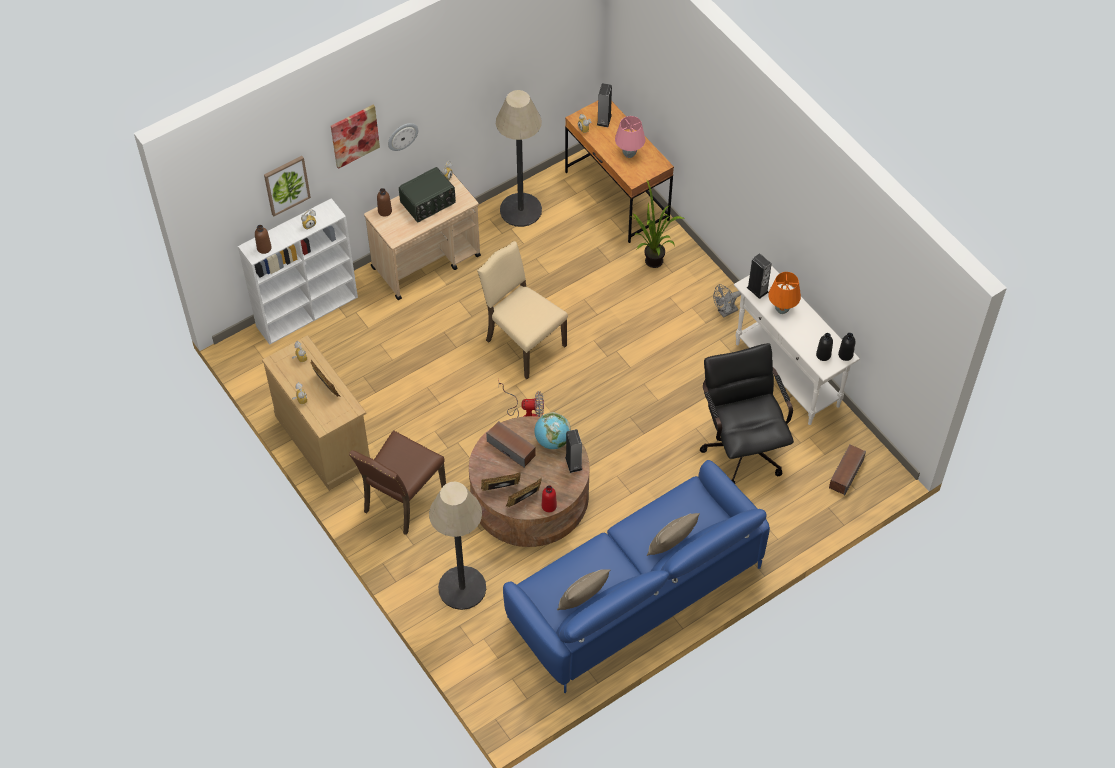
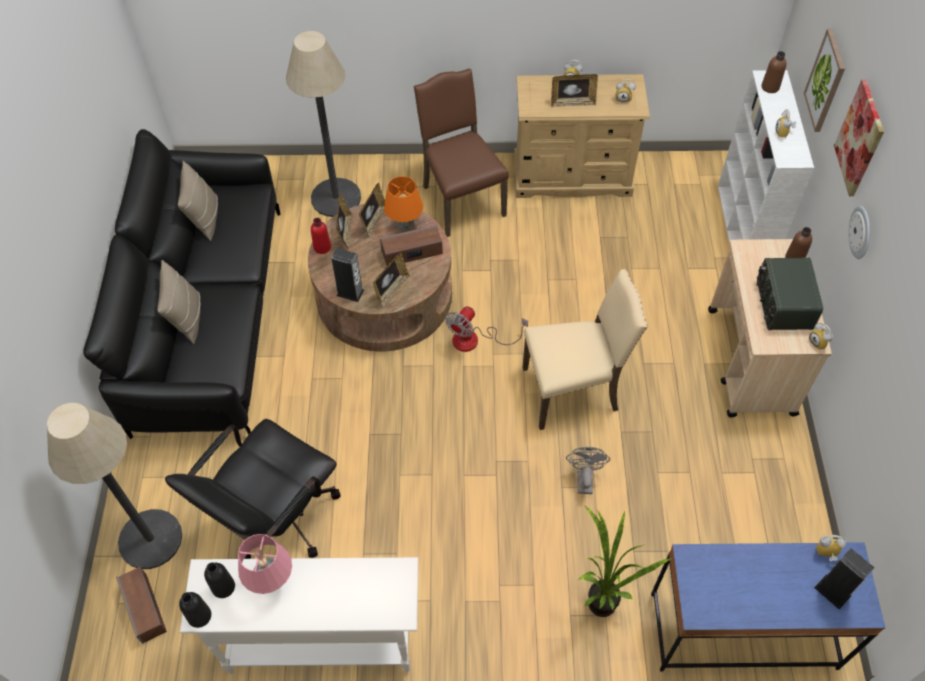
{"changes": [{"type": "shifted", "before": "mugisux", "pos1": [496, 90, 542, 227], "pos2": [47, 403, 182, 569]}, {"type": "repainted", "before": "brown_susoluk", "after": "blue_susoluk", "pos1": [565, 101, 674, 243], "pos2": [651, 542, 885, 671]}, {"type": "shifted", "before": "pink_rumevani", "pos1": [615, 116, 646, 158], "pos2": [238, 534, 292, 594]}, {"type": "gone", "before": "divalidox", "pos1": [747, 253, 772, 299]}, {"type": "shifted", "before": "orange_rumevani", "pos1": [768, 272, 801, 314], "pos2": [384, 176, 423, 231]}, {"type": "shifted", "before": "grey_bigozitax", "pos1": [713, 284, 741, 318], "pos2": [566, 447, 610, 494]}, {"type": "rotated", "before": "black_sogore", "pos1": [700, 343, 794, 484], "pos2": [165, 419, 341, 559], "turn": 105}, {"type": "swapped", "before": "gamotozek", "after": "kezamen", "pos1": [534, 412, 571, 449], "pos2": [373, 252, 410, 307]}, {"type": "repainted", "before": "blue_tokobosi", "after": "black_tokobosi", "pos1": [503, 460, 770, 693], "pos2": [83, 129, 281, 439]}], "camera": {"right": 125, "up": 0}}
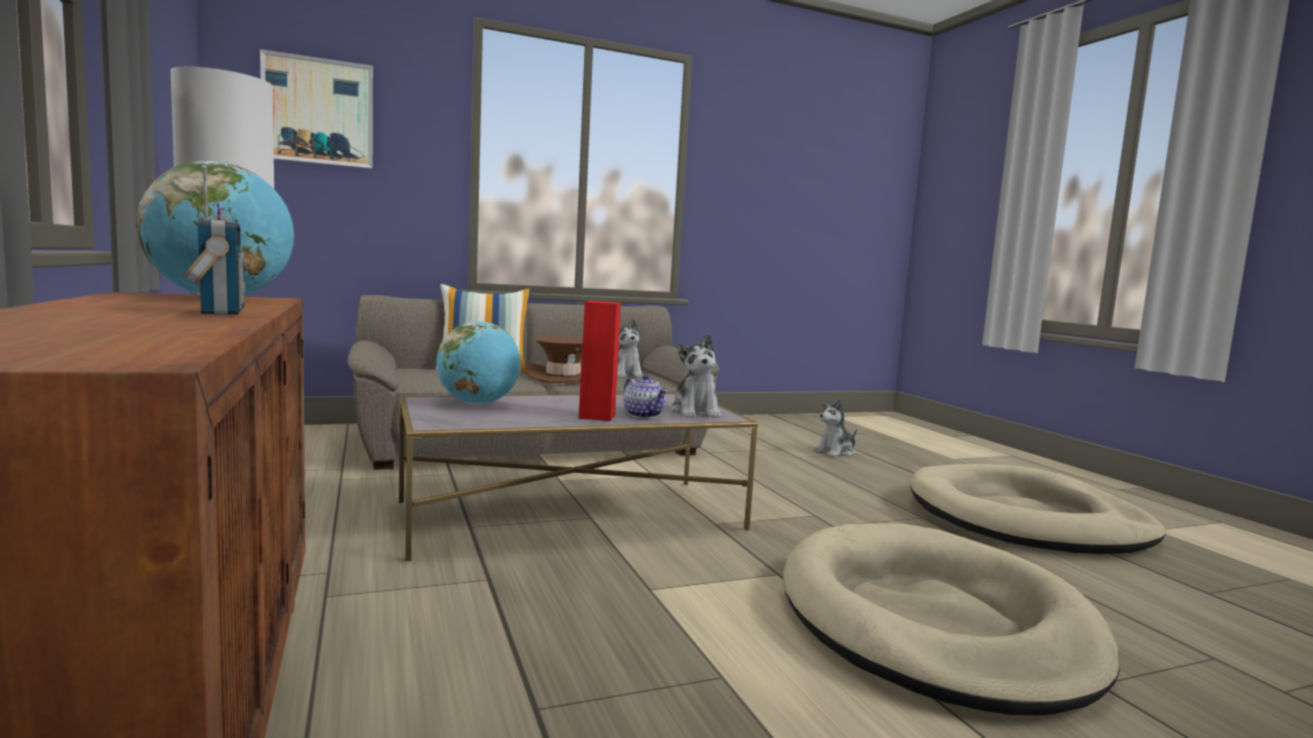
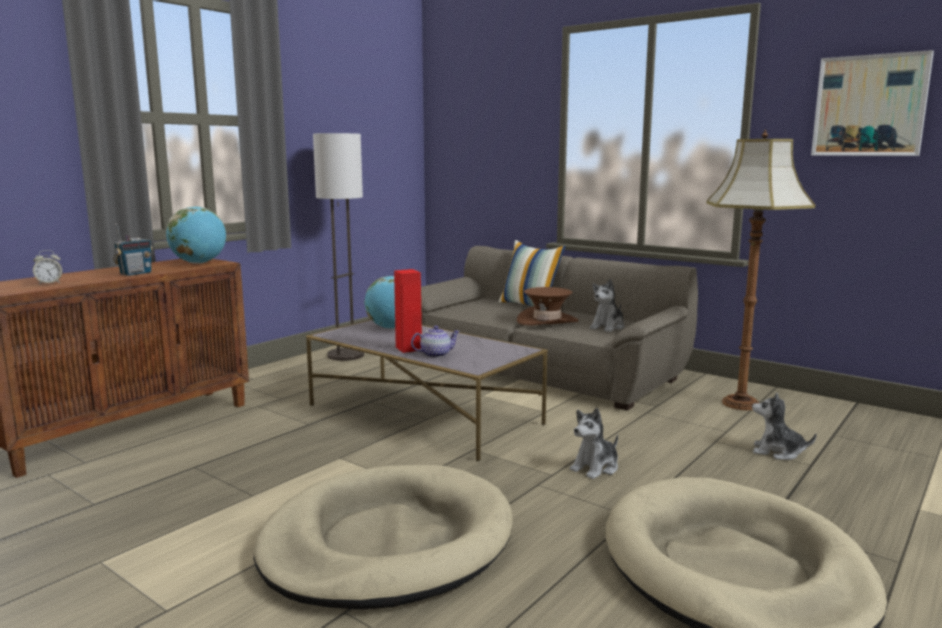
{"changes": [{"type": "shifted", "before": "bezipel", "pos1": [260, 49, 373, 169], "pos2": [811, 50, 934, 156]}, {"type": "shifted", "before": "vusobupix", "pos1": [671, 334, 721, 418], "pos2": [570, 408, 618, 479]}, {"type": "rotated", "before": "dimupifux", "pos1": [623, 374, 668, 418], "pos2": [411, 326, 460, 358], "turn": -135}, {"type": "new", "after": "mugisux", "pos2": [707, 129, 815, 410]}, {"type": "new", "after": "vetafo", "pos2": [33, 250, 63, 285]}], "camera": {"right": 60, "up": 5}}
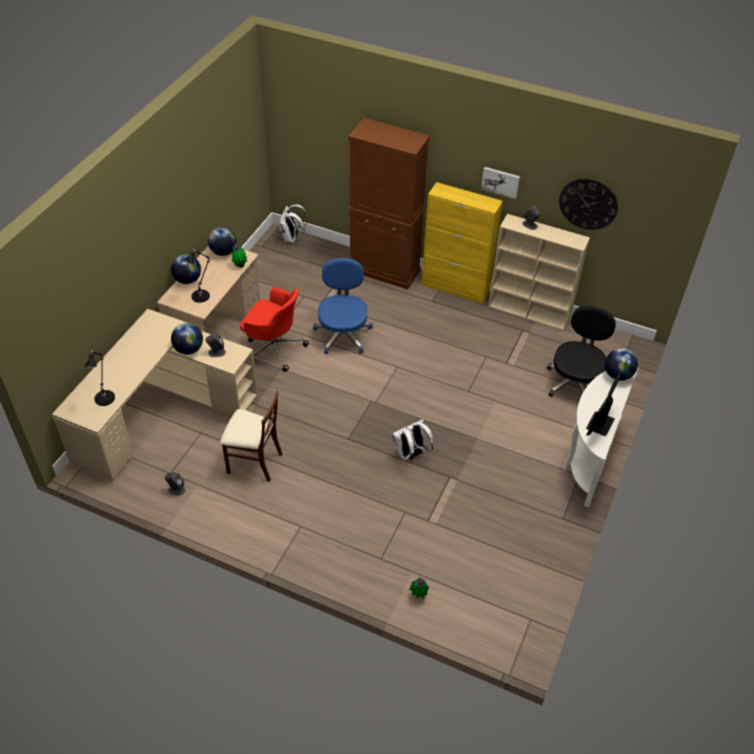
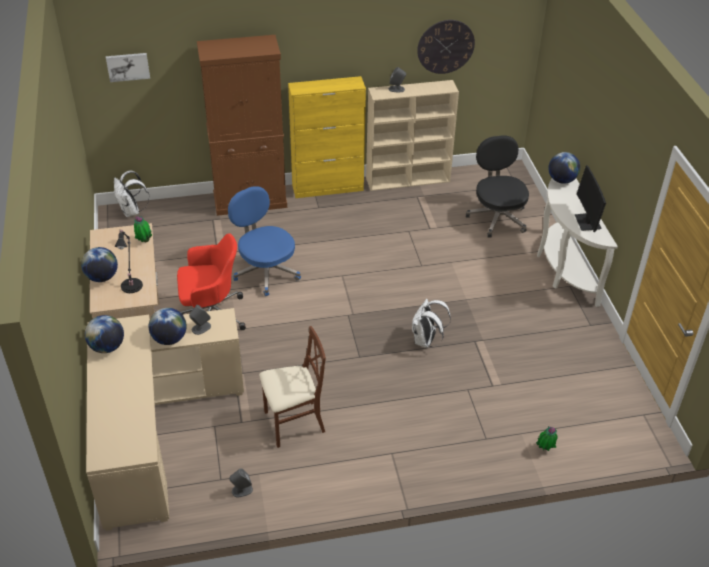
{"changes": [{"type": "shifted", "before": "bezipel", "pos1": [481, 167, 520, 199], "pos2": [106, 53, 150, 82]}, {"type": "shifted", "before": "gamotozek", "pos1": [208, 227, 237, 256], "pos2": [85, 315, 124, 353]}, {"type": "gone", "before": "black_rumevani", "pos1": [85, 350, 115, 406]}], "camera": {"right": -35, "up": -5}}
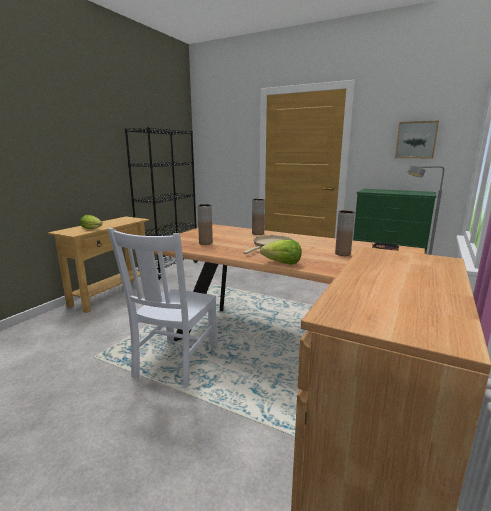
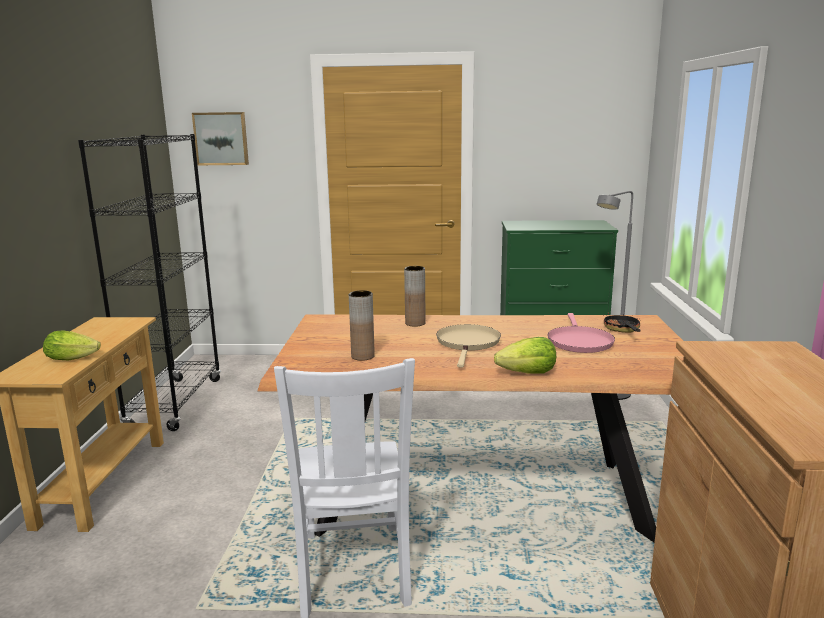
{"changes": [{"type": "shifted", "before": "bezipel", "pos1": [395, 121, 439, 158], "pos2": [192, 112, 249, 165]}, {"type": "swapped", "before": "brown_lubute", "after": "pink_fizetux", "pos1": [335, 210, 355, 256], "pos2": [548, 313, 615, 353]}], "camera": {"right": -25, "up": 0}}
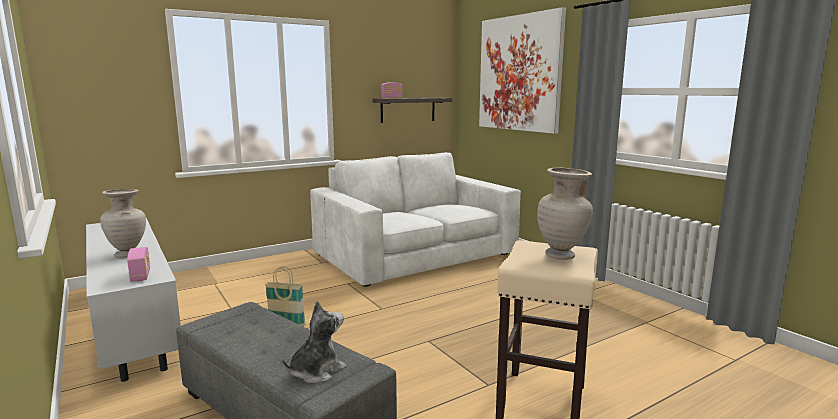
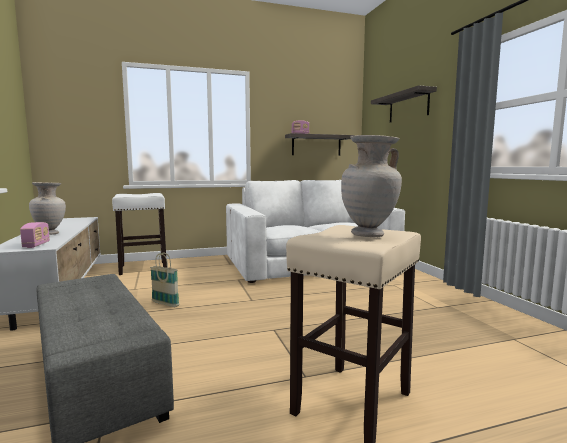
{"changes": [{"type": "swapped", "before": "bezipel", "after": "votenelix", "pos1": [479, 7, 566, 134], "pos2": [371, 85, 437, 123]}, {"type": "gone", "before": "vusobupix", "pos1": [282, 301, 346, 384]}, {"type": "new", "after": "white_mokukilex", "pos2": [112, 193, 167, 275]}], "camera": {"right": 15, "up": -5}}
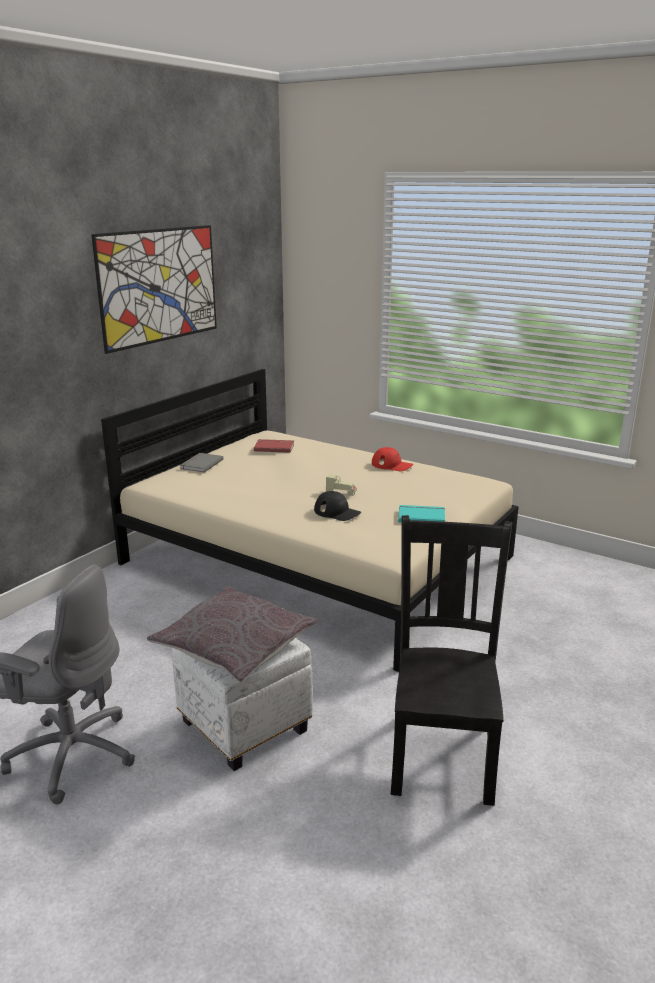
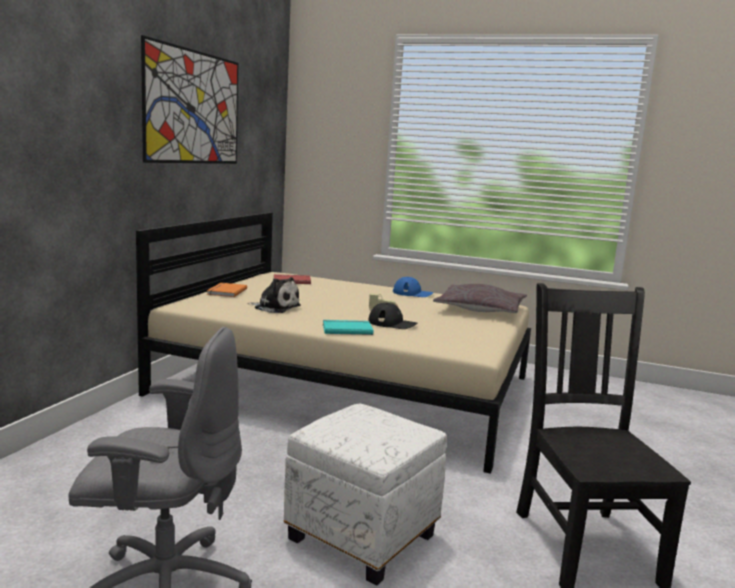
{"changes": [{"type": "repainted", "before": "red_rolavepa", "after": "blue_rolavepa", "pos1": [372, 447, 413, 471], "pos2": [393, 277, 433, 297]}, {"type": "repainted", "before": "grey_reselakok", "after": "orange_reselakok", "pos1": [180, 453, 224, 472], "pos2": [207, 283, 247, 297]}, {"type": "shifted", "before": "turquoise_reselakok", "pos1": [398, 505, 445, 522], "pos2": [323, 320, 373, 335]}, {"type": "shifted", "before": "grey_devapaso", "pos1": [147, 586, 318, 682], "pos2": [433, 284, 527, 313]}, {"type": "new", "after": "vusobupix", "pos2": [247, 277, 301, 313]}], "camera": {"right": -15, "up": -10}}
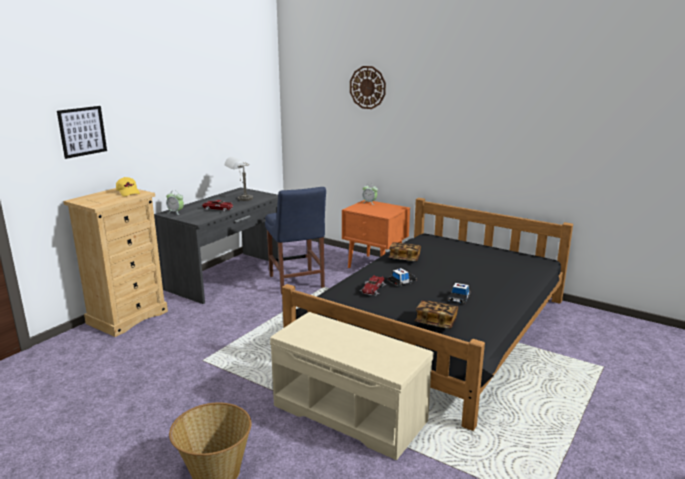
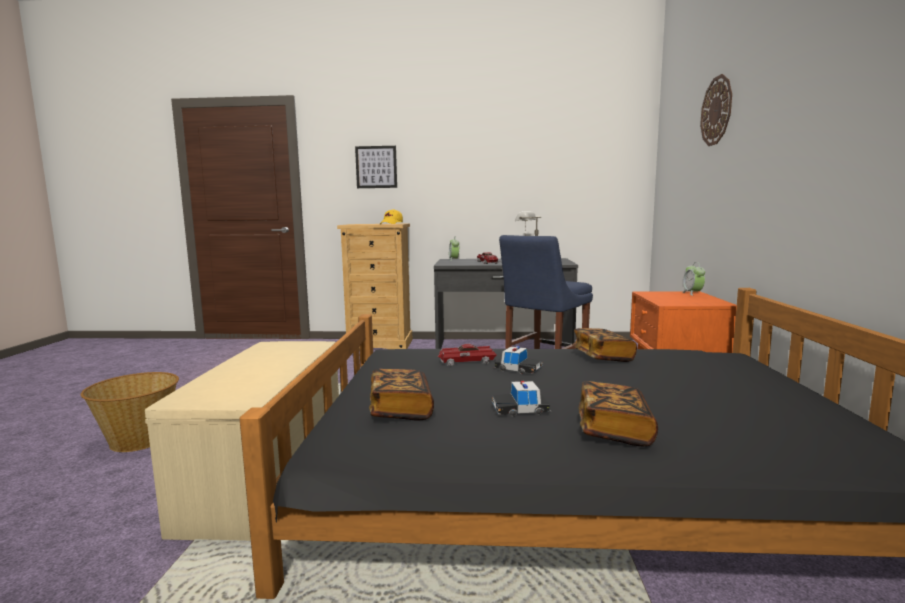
{"changes": [{"type": "new", "after": "reselakok", "pos2": [578, 381, 658, 446]}], "camera": {"right": 60, "up": -10}}
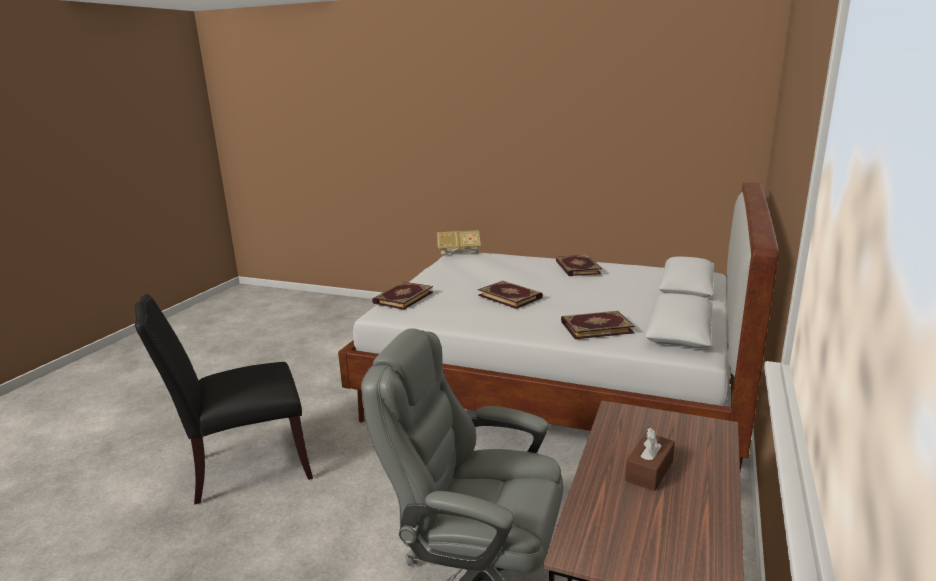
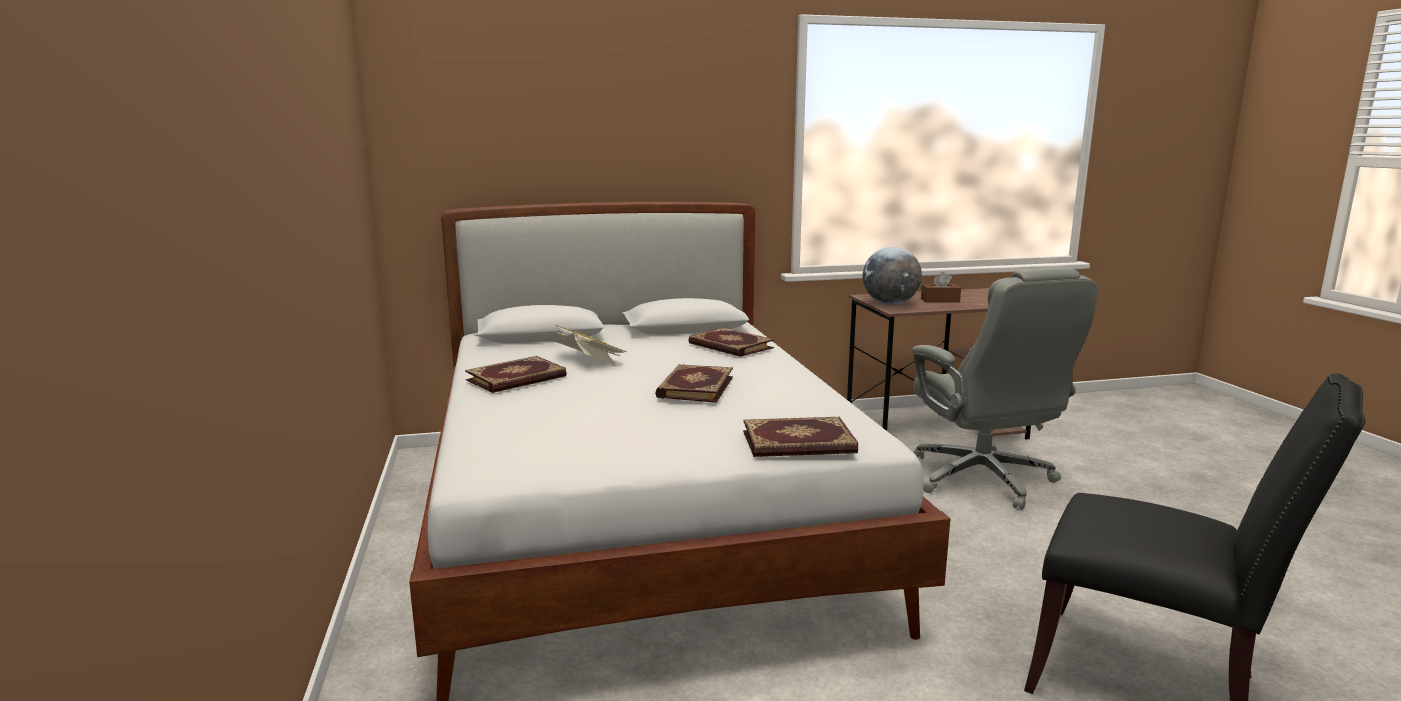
{"changes": [{"type": "shifted", "before": "reselakok", "pos1": [437, 230, 481, 255], "pos2": [554, 325, 627, 365]}, {"type": "new", "after": "gamotozek", "pos2": [863, 247, 922, 305]}], "camera": {"right": -125, "up": -5}}
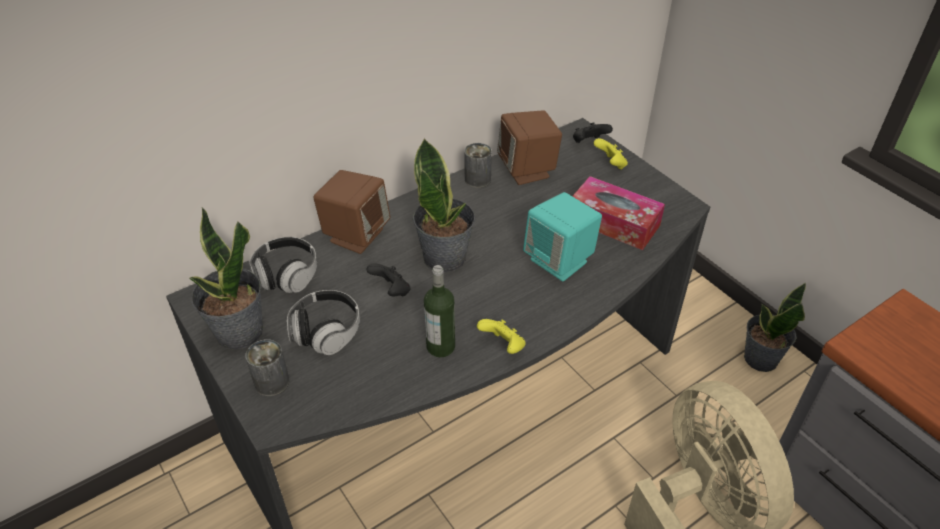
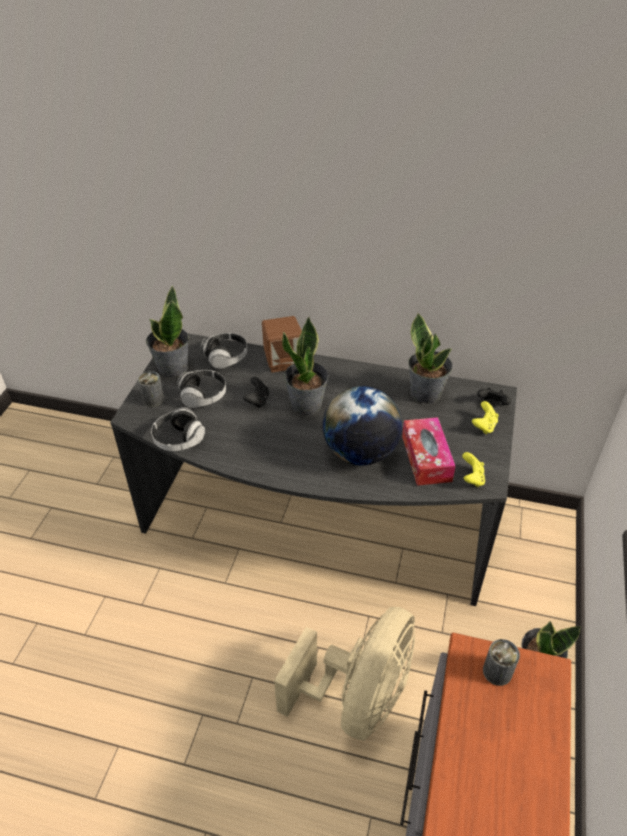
{"changes": [{"type": "swapped", "before": "brown_divalidox", "after": "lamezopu", "pos1": [497, 110, 562, 185], "pos2": [409, 313, 453, 404]}, {"type": "shifted", "before": "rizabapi", "pos1": [464, 143, 492, 188], "pos2": [483, 639, 520, 686]}, {"type": "swapped", "before": "turquoise_divalidox", "after": "gamotozek", "pos1": [523, 192, 602, 281], "pos2": [323, 386, 402, 465]}, {"type": "gone", "before": "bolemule", "pos1": [424, 265, 455, 357]}, {"type": "shifted", "before": "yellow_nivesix", "pos1": [477, 319, 526, 354], "pos2": [462, 452, 485, 487]}, {"type": "new", "after": "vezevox", "pos2": [151, 407, 205, 451]}], "camera": {"right": 50, "up": 0}}
